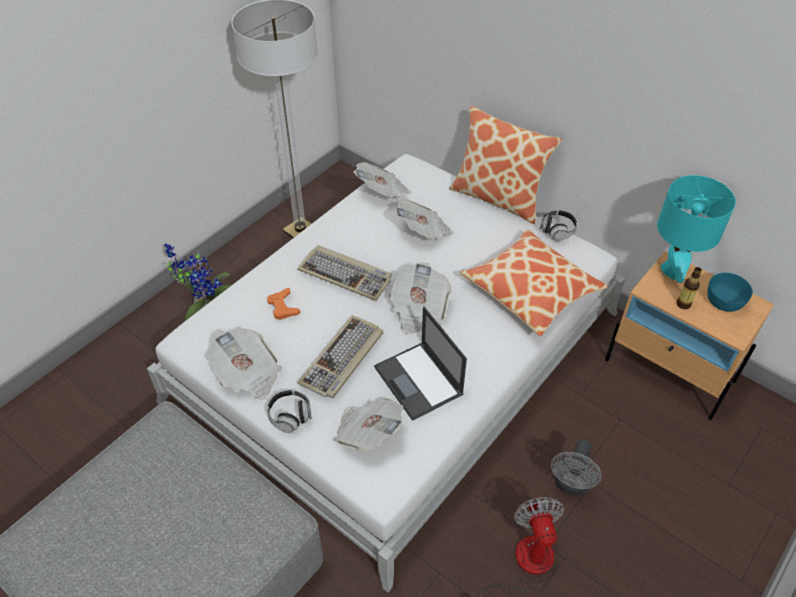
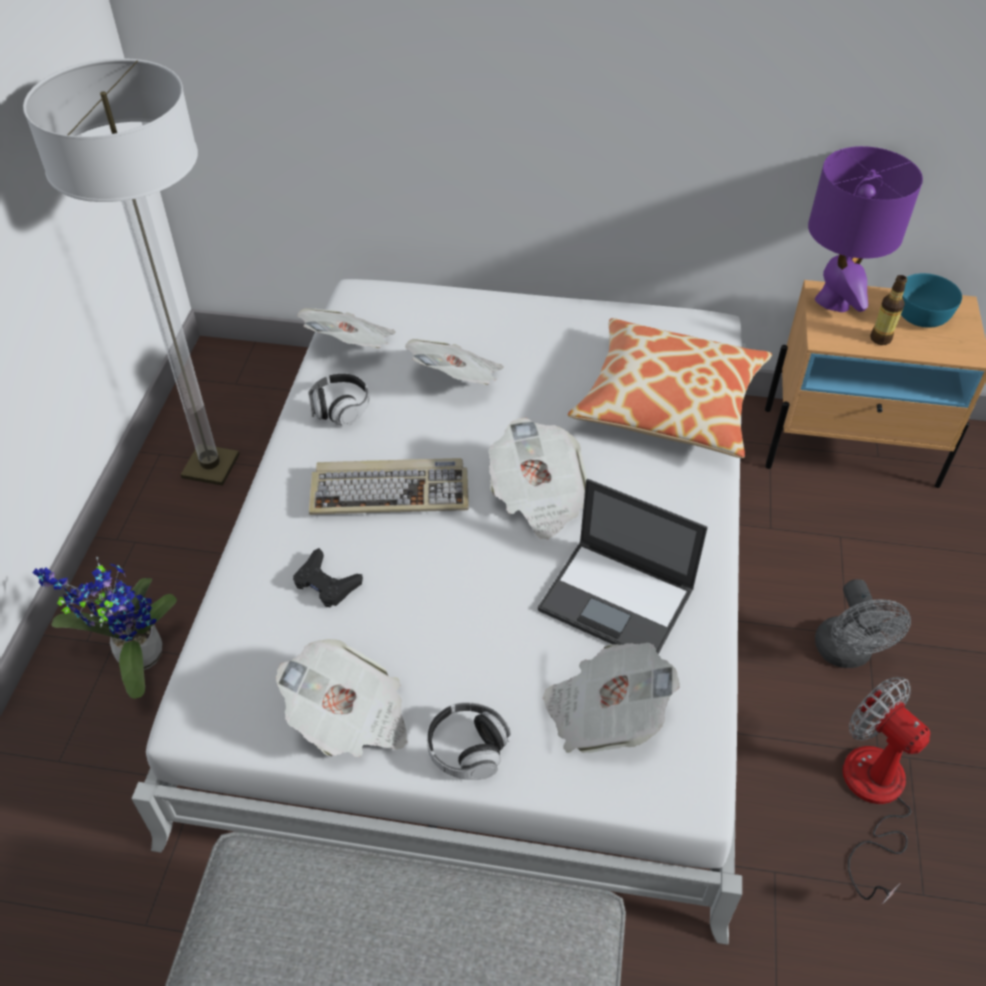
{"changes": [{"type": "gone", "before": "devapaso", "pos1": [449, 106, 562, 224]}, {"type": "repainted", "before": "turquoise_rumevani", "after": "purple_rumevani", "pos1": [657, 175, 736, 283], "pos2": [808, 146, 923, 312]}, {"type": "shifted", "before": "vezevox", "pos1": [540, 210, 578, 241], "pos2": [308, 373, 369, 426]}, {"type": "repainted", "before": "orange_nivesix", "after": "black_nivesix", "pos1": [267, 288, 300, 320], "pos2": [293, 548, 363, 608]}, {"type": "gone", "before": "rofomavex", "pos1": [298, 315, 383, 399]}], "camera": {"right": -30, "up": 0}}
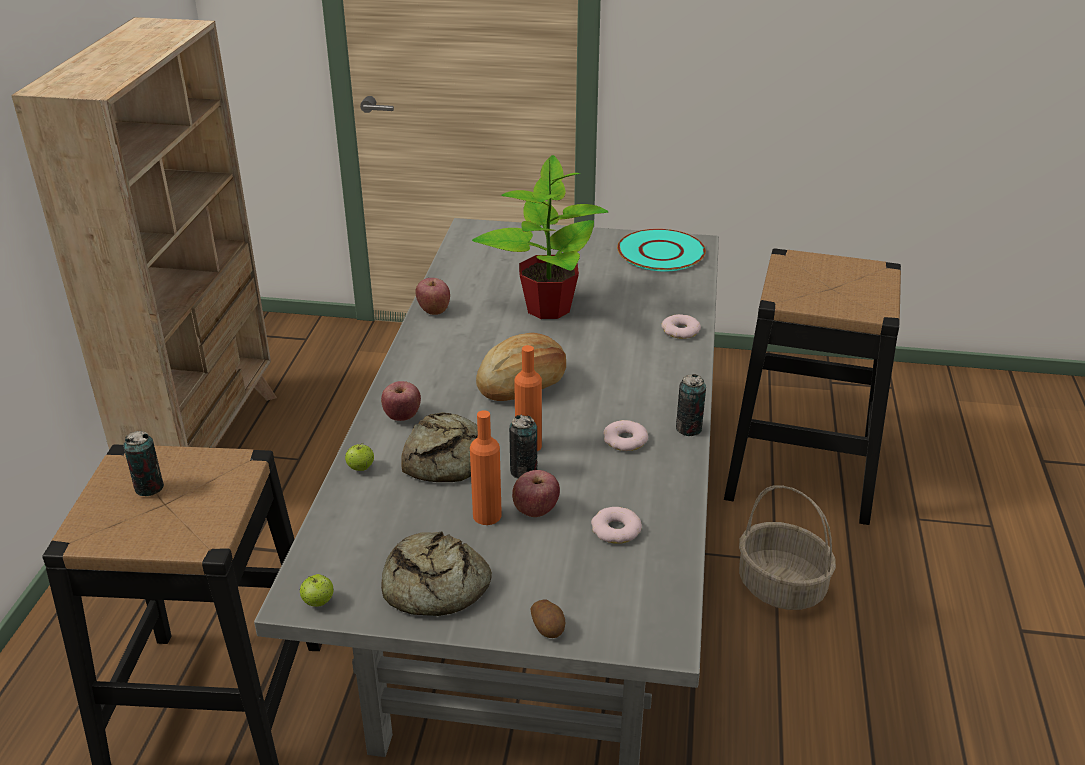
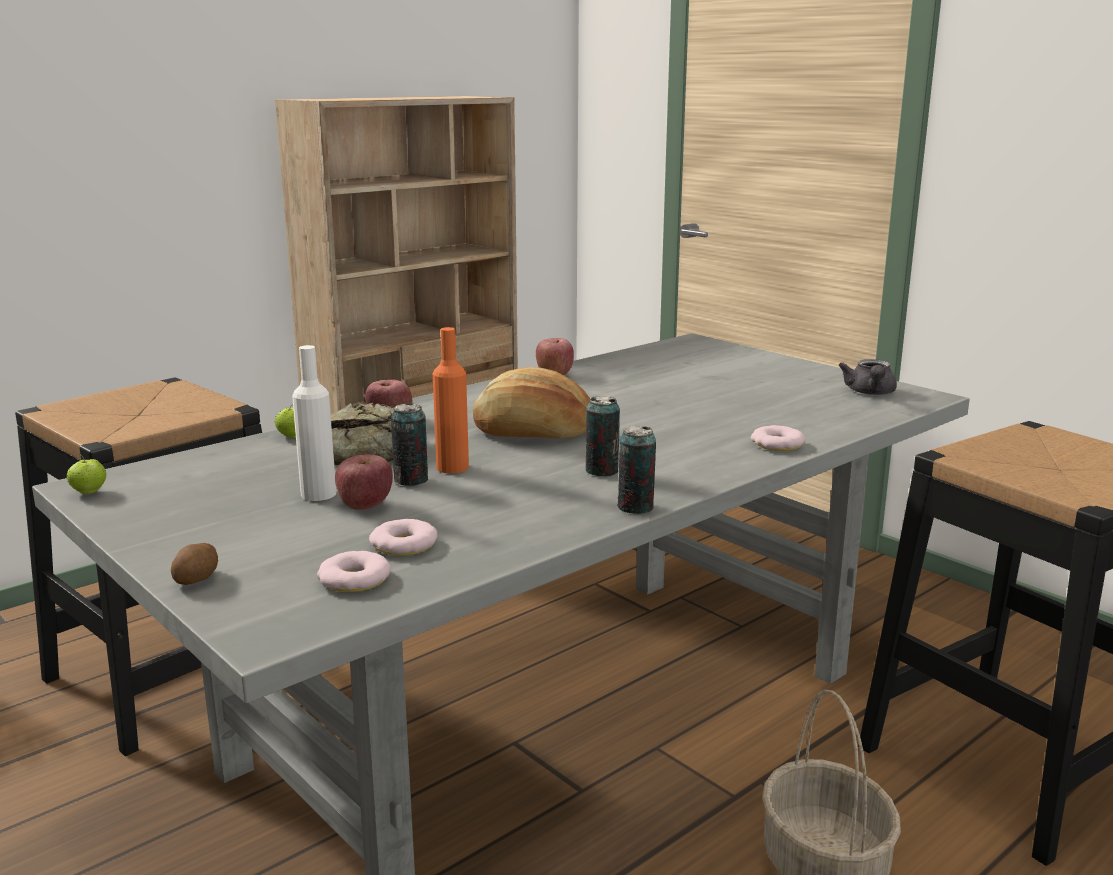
{"changes": [{"type": "gone", "before": "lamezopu", "pos1": [472, 155, 608, 319]}, {"type": "swapped", "before": "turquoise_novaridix", "after": "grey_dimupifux", "pos1": [617, 229, 706, 271], "pos2": [838, 359, 897, 395]}, {"type": "repainted", "before": "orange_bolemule", "after": "white_bolemule", "pos1": [470, 410, 502, 525], "pos2": [292, 345, 336, 501]}, {"type": "shifted", "before": "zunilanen", "pos1": [603, 420, 648, 451], "pos2": [317, 551, 391, 592]}, {"type": "shifted", "before": "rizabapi", "pos1": [123, 431, 164, 496], "pos2": [586, 396, 620, 476]}, {"type": "gone", "before": "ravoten", "pos1": [381, 531, 492, 616]}], "camera": {"right": 40, "up": -15}}
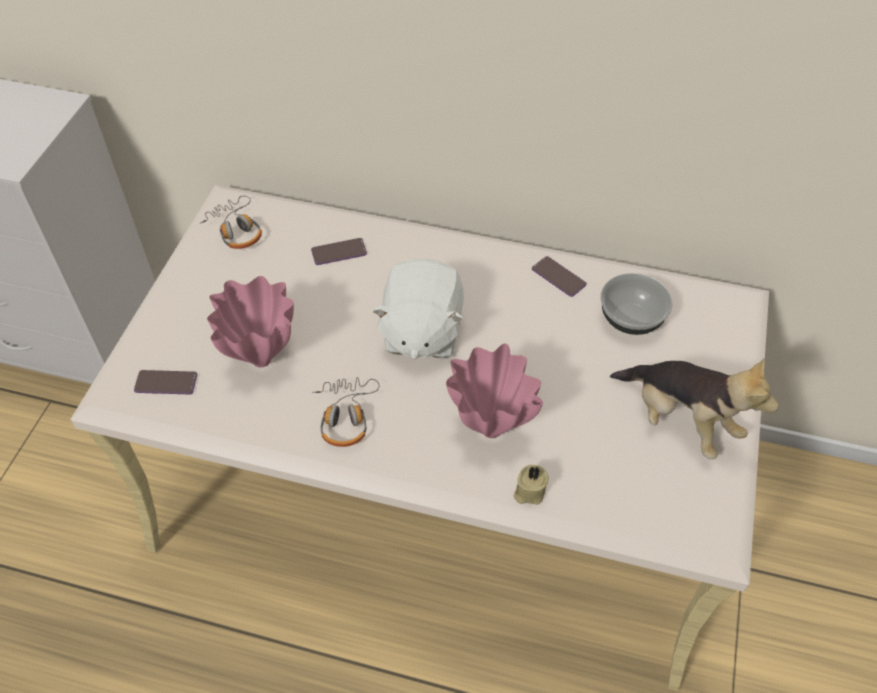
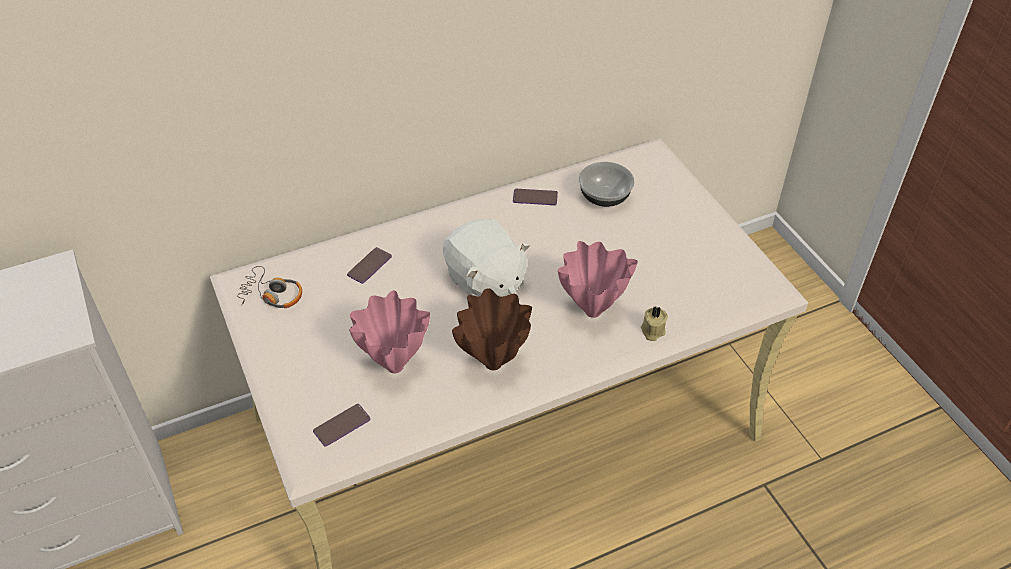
{"changes": [{"type": "gone", "before": "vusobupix", "pos1": [610, 358, 779, 459]}, {"type": "swapped", "before": "vezevox", "after": "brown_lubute", "pos1": [312, 377, 380, 447], "pos2": [452, 288, 532, 370]}], "camera": {"right": -40, "up": -5}}
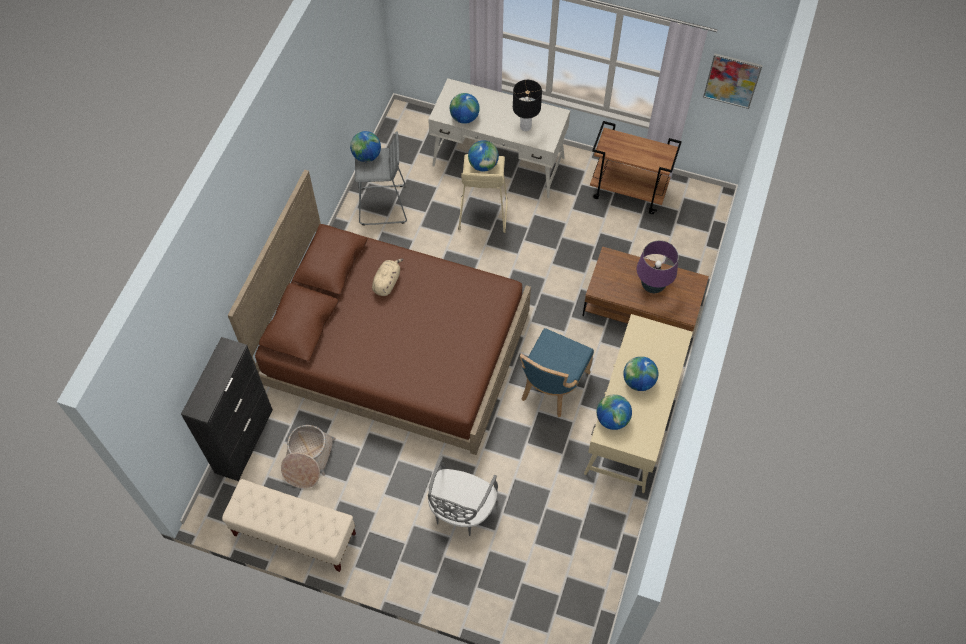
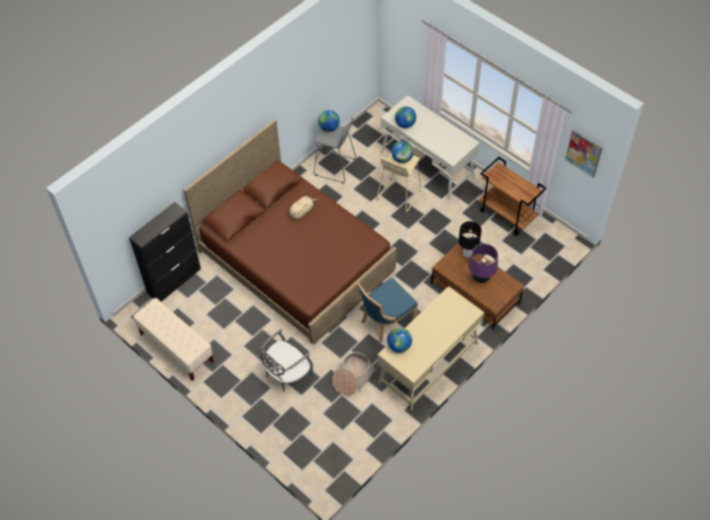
{"changes": [{"type": "shifted", "before": "black_rumevani", "pos1": [513, 80, 542, 131], "pos2": [458, 221, 482, 258]}, {"type": "gone", "before": "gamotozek", "pos1": [623, 356, 658, 391]}, {"type": "shifted", "before": "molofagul", "pos1": [281, 425, 336, 488], "pos2": [332, 352, 377, 396]}], "camera": {"right": 25, "up": -5}}
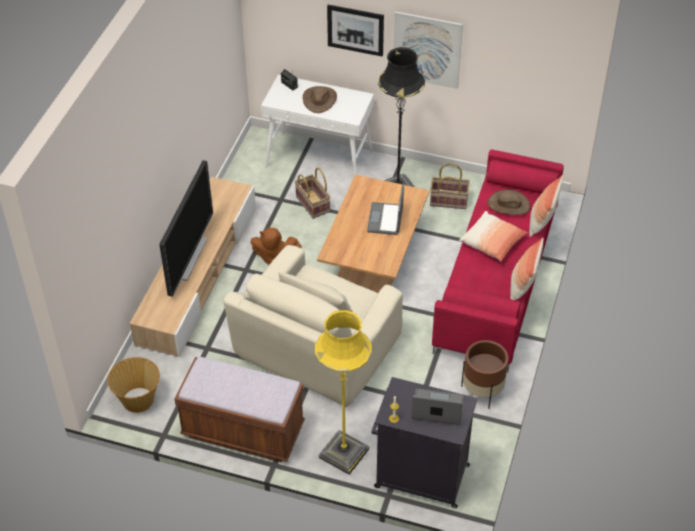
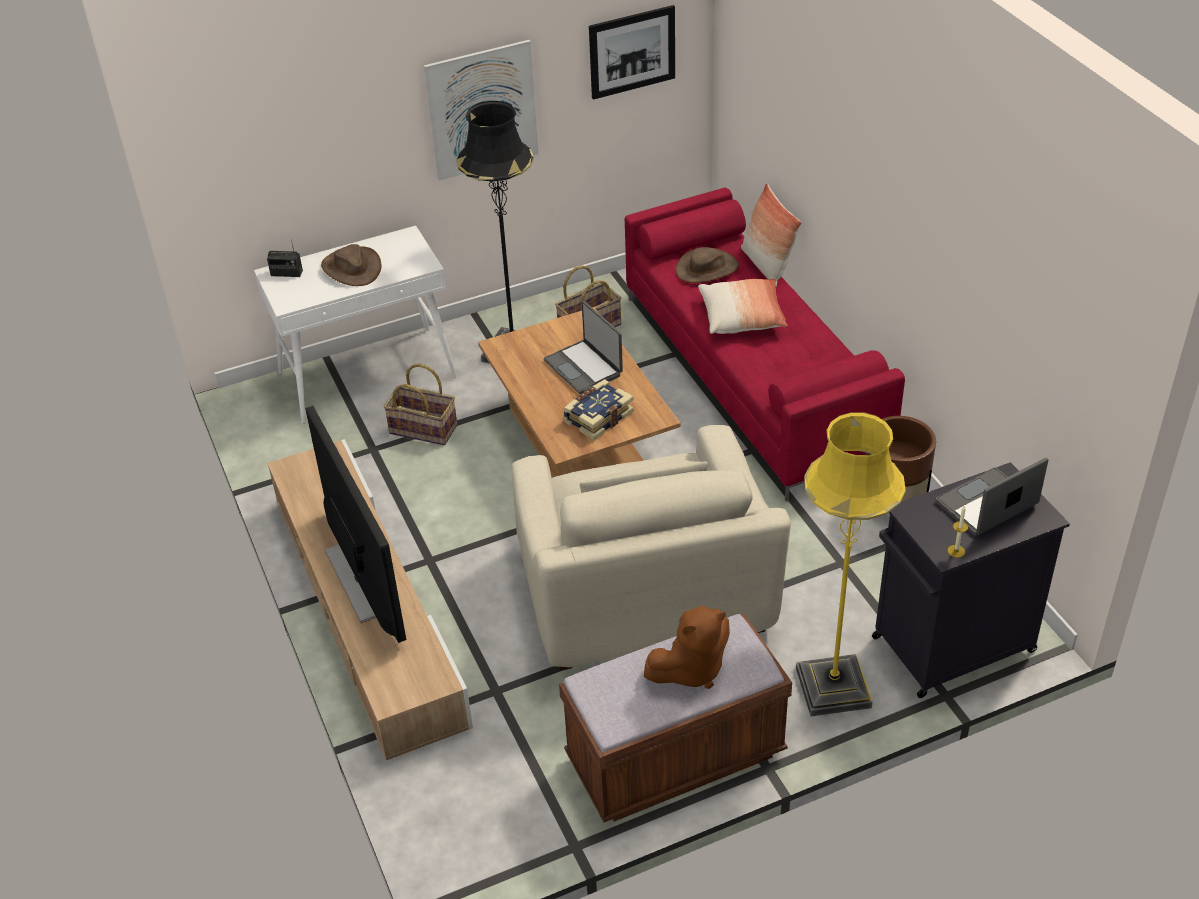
{"changes": [{"type": "shifted", "before": "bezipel", "pos1": [327, 5, 384, 57], "pos2": [589, 5, 675, 100]}, {"type": "shifted", "before": "brown_vusobupix", "pos1": [250, 228, 302, 265], "pos2": [644, 606, 730, 689]}, {"type": "gone", "before": "devapaso", "pos1": [510, 237, 544, 300]}, {"type": "gone", "before": "molofagul", "pos1": [107, 357, 160, 413]}, {"type": "new", "after": "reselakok", "pos2": [563, 379, 634, 440]}], "camera": {"right": -40, "up": -5}}
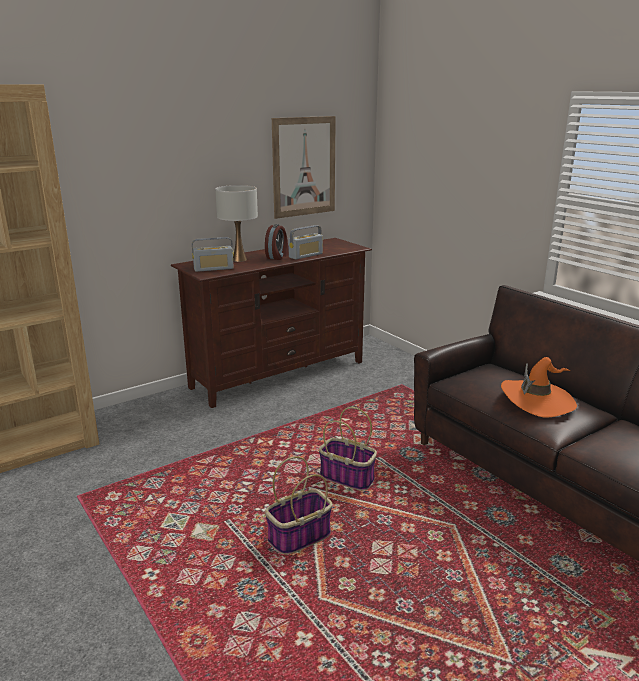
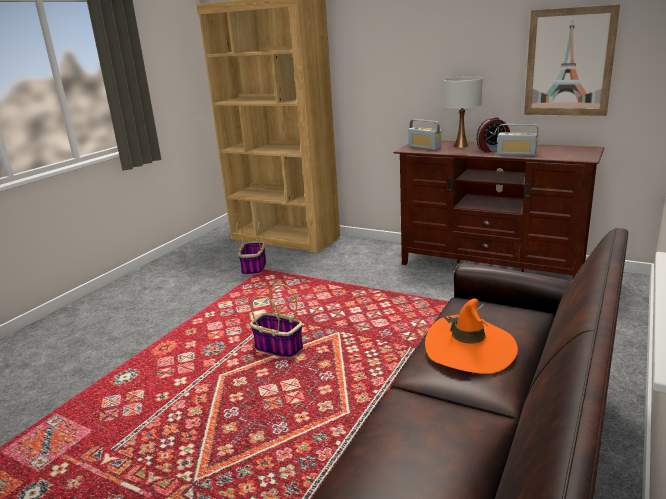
{"changes": [{"type": "shifted", "before": "molofagul", "pos1": [319, 407, 377, 491], "pos2": [236, 221, 266, 276]}], "camera": {"right": 65, "up": 0}}
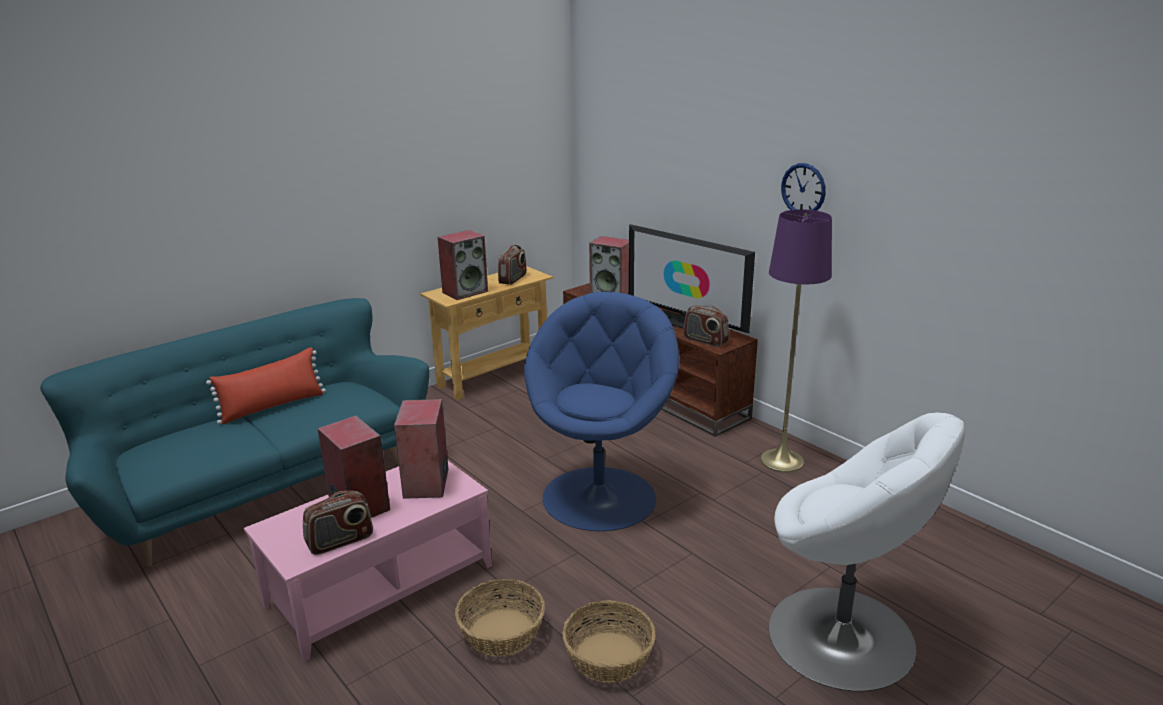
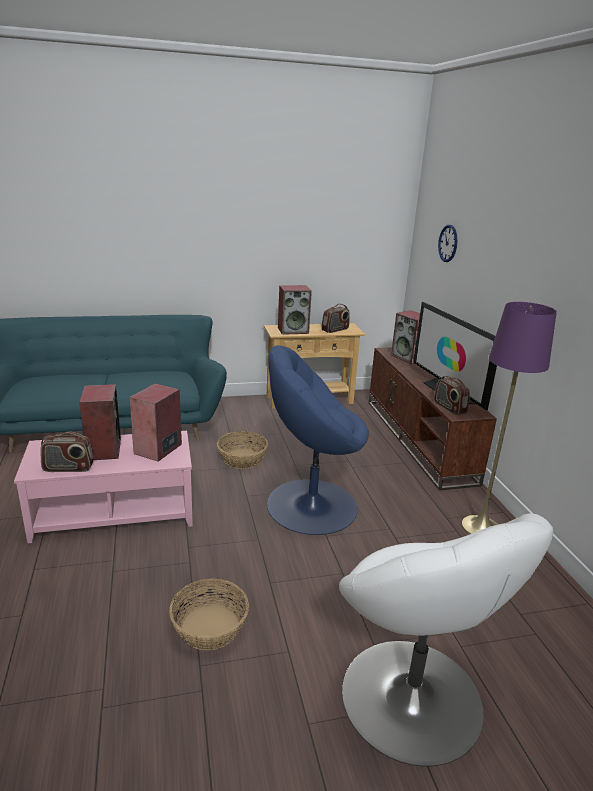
{"changes": [{"type": "shifted", "before": "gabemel", "pos1": [781, 163, 826, 211], "pos2": [438, 225, 458, 262]}, {"type": "rotated", "before": "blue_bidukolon", "pos1": [524, 292, 679, 531], "pos2": [267, 345, 369, 535], "turn": -150}, {"type": "gone", "before": "red_devapaso", "pos1": [206, 347, 326, 424]}, {"type": "shifted", "before": "molofagul", "pos1": [455, 579, 545, 657], "pos2": [217, 431, 268, 469]}], "camera": {"right": 25, "up": 0}}
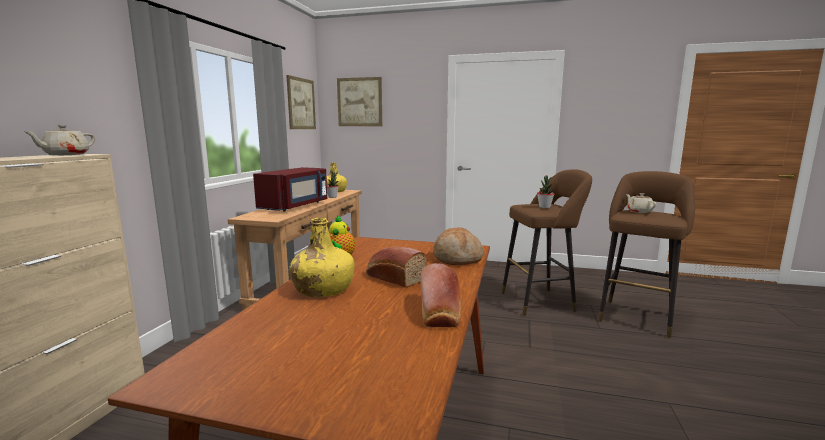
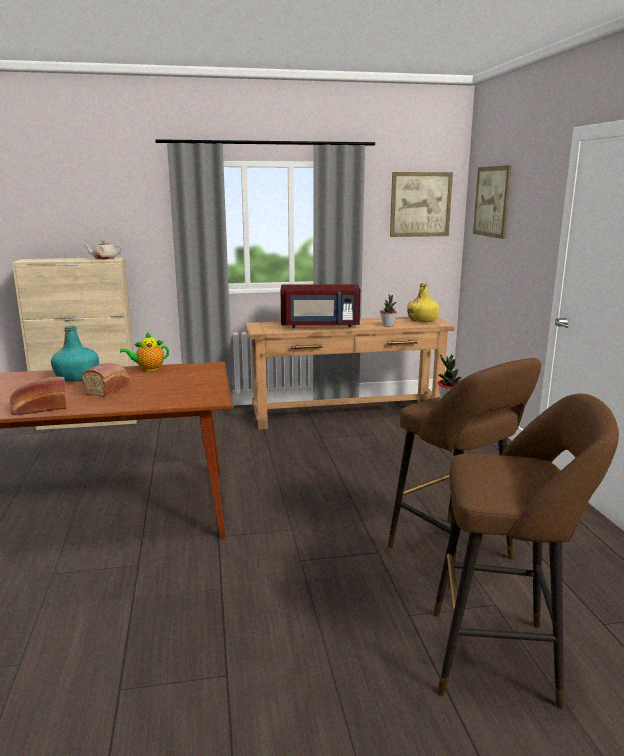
{"changes": [{"type": "gone", "before": "beige_dimupifux", "pos1": [626, 193, 656, 213]}, {"type": "repainted", "before": "yellow_bolemule", "after": "turquoise_bolemule", "pos1": [289, 217, 355, 297], "pos2": [51, 326, 99, 382]}, {"type": "gone", "before": "ravoten", "pos1": [433, 227, 484, 265]}], "camera": {"right": 65, "up": 5}}
